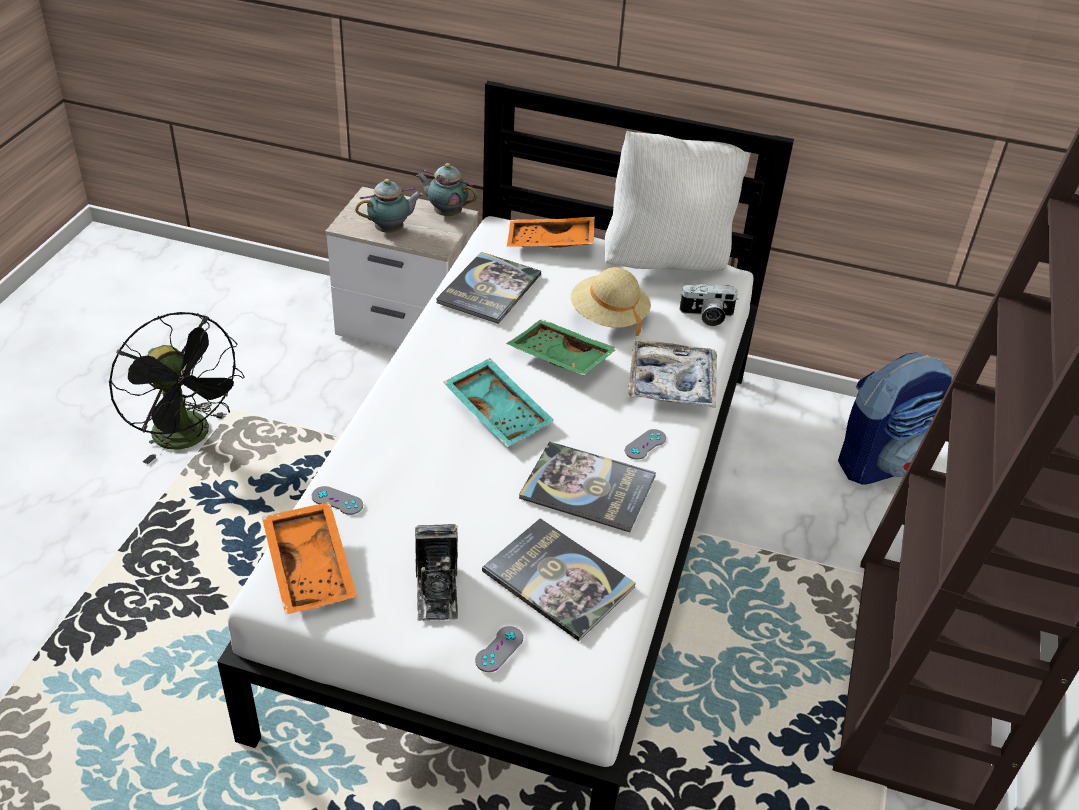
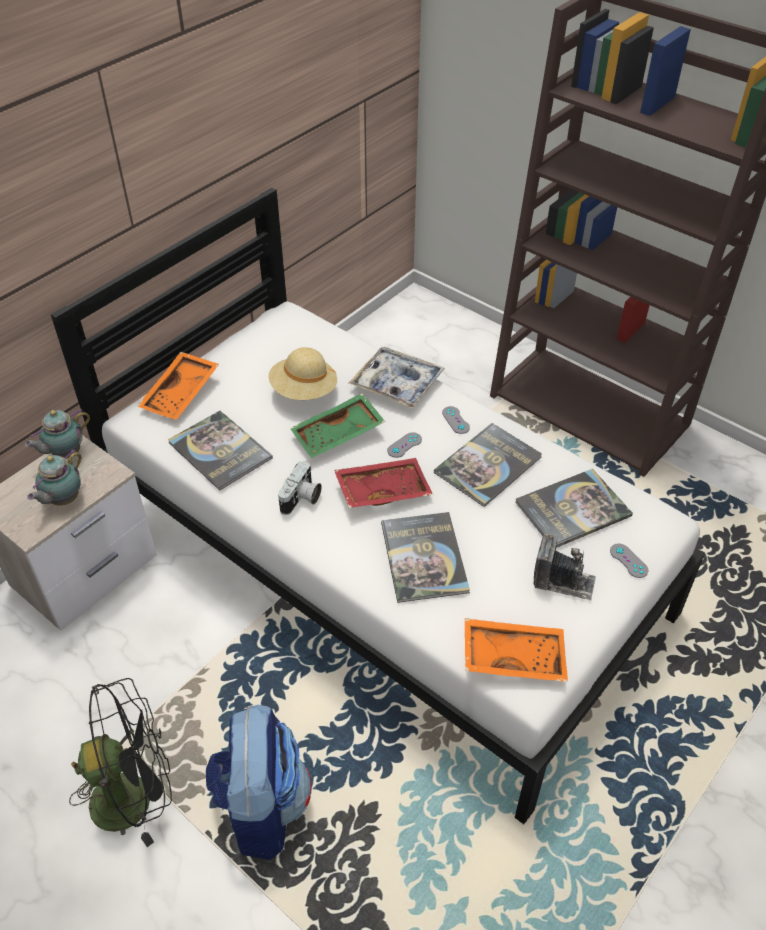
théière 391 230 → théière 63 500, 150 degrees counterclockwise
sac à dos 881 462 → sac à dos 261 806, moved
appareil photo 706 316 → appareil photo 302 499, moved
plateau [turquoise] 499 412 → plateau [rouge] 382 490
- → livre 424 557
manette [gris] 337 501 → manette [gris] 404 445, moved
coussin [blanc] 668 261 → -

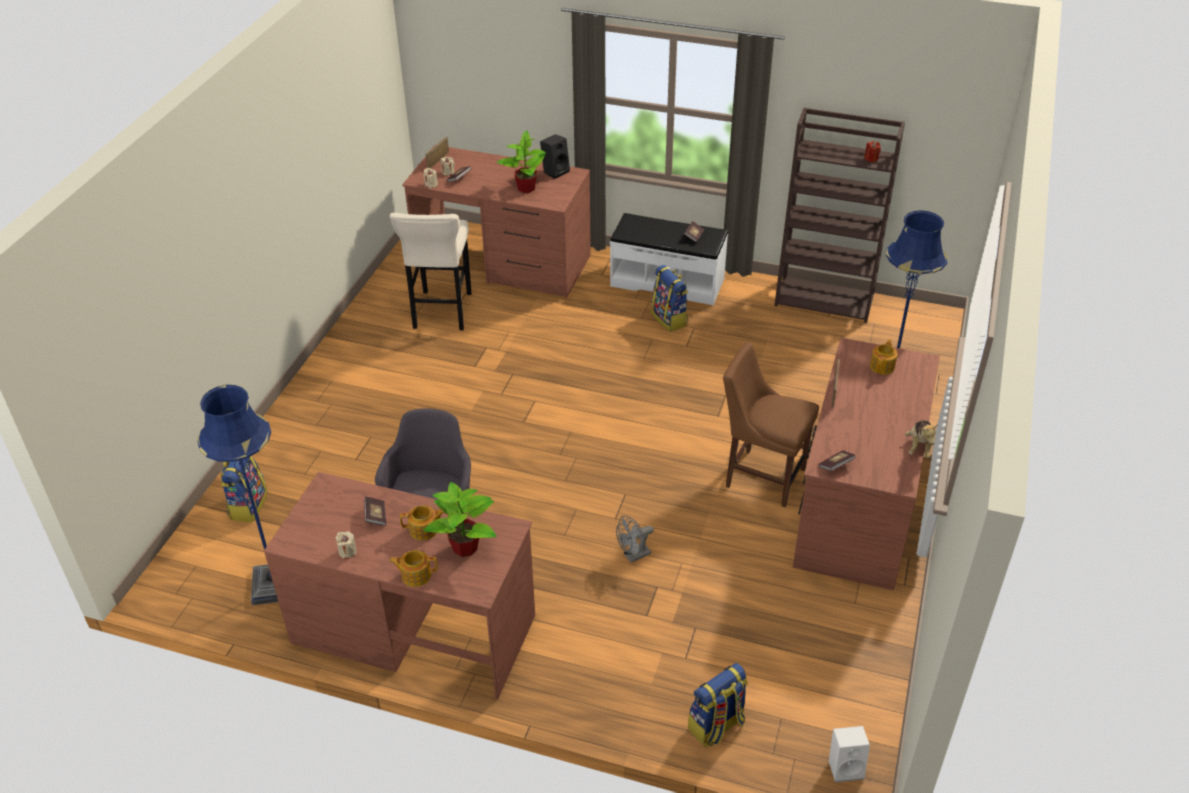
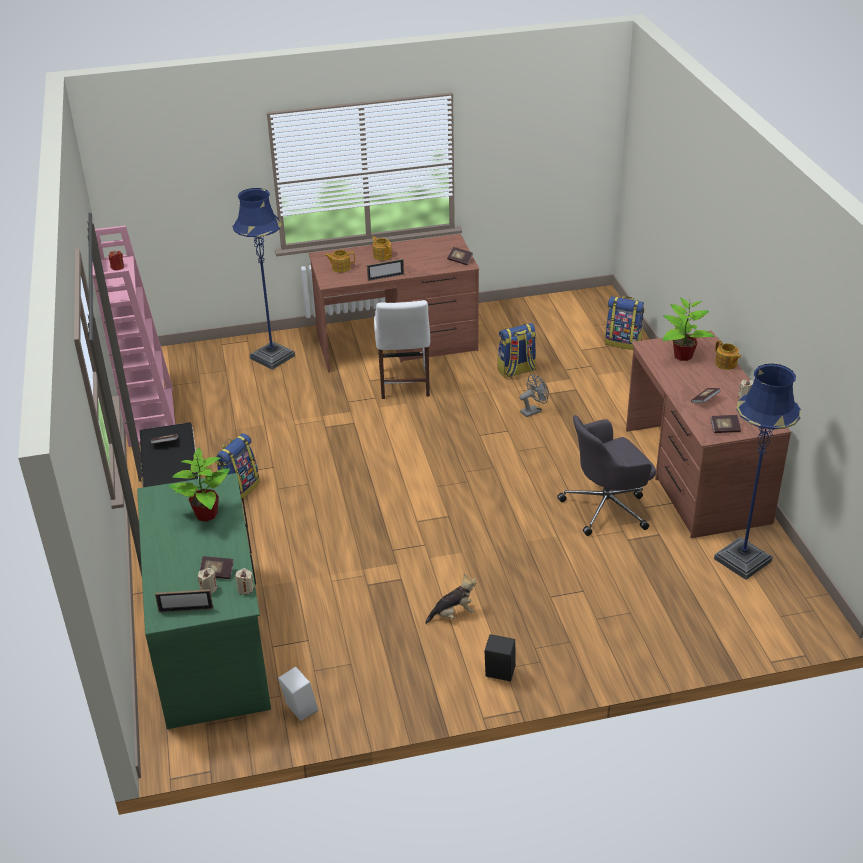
bibliothèque [marron] 825 299 → bibliothèque [rose] 150 416
bureau [marron] 503 263 → bureau [vert] 211 641
enceinte [blanc] 846 767 → enceinte [blanc] 299 709, moved
théière 424 530 → théière 382 255, moved
chaise [marron] 761 476 → chaise [blanc] 404 385
peluche 919 446 → peluche 453 614, moved
enceinte [noir] 555 171 → enceinte [noir] 498 674, moved
sac à dos 248 505 → sac à dos 516 371, moved
ventilateur [gris] 633 556 → ventilateur [gris] 533 411, 60 degrees counterclockwise
- → livre 724 429
tabouret [beige] 442 313 → -

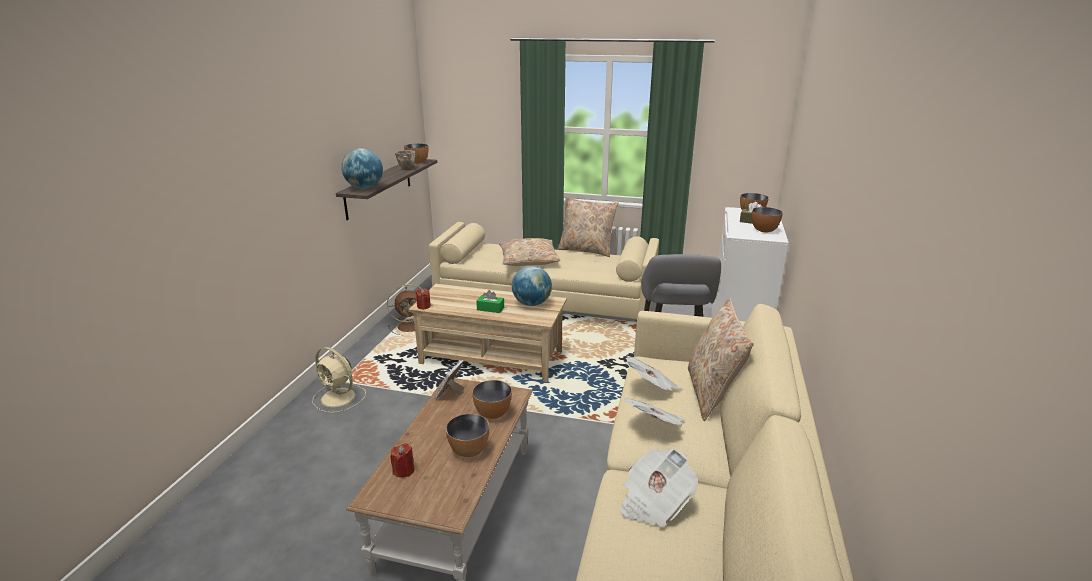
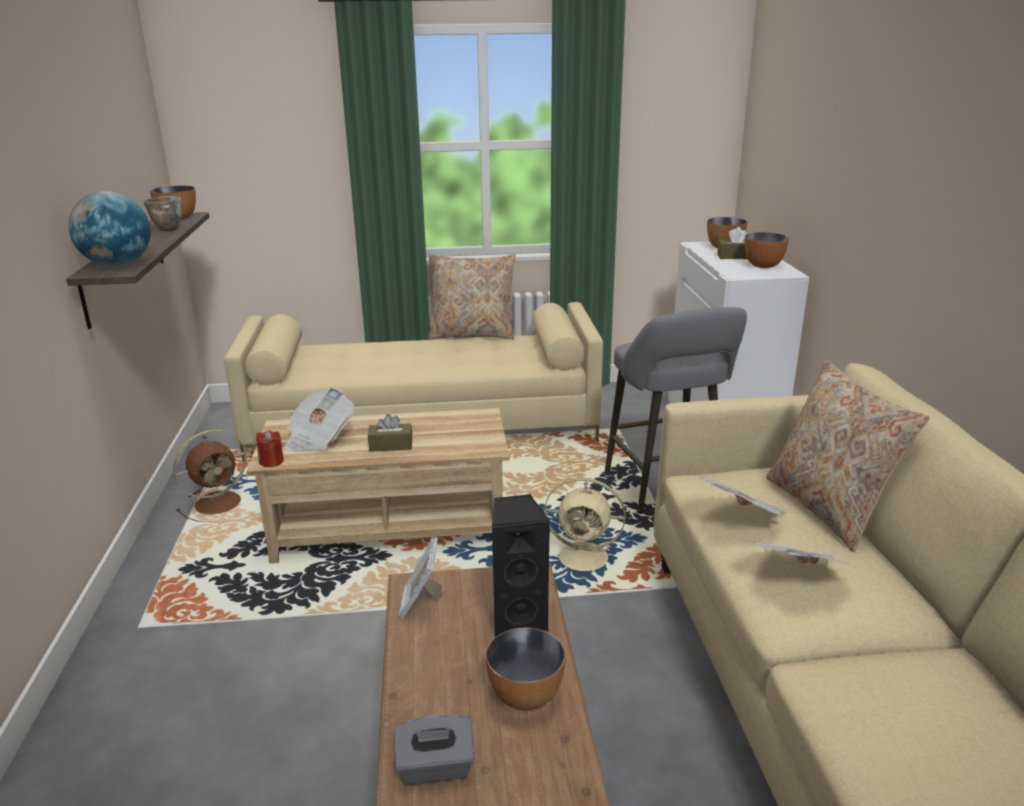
journal 654 502 → journal 318 438, moved
boîte à mouchoirs [vert] 490 309 → boîte à mouchoirs [marron] 391 445
bougie [rouge] 404 470 → boîte à mouchoirs [gris] 435 768
bol 493 413 → enceinte [noir] 518 619
ventilateur [beige] 339 398 → ventilateur [beige] 586 557, moved
coussin [beige] 528 260 → -
globe 532 304 → -

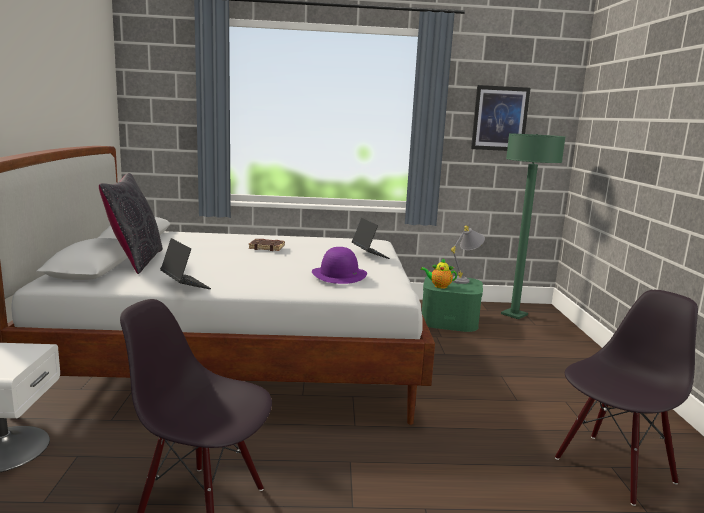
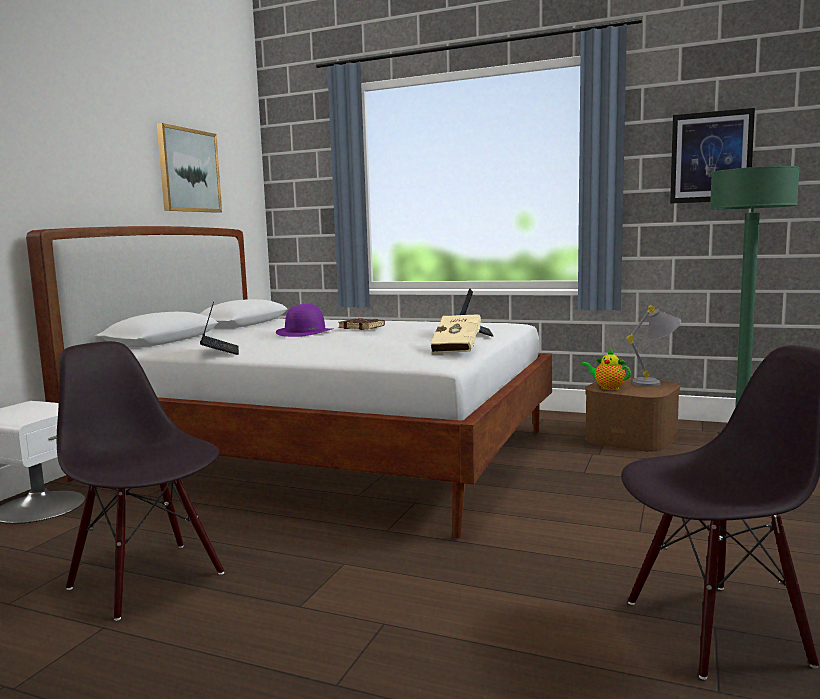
- → tableau 188 170
chapeau [violet] 339 275 → chapeau [violet] 305 332, moved
- → livre [beige] 458 349
boîte de rangement [vert] 450 319 → boîte de rangement [marron] 631 437
coussin [noir] 136 261 → -

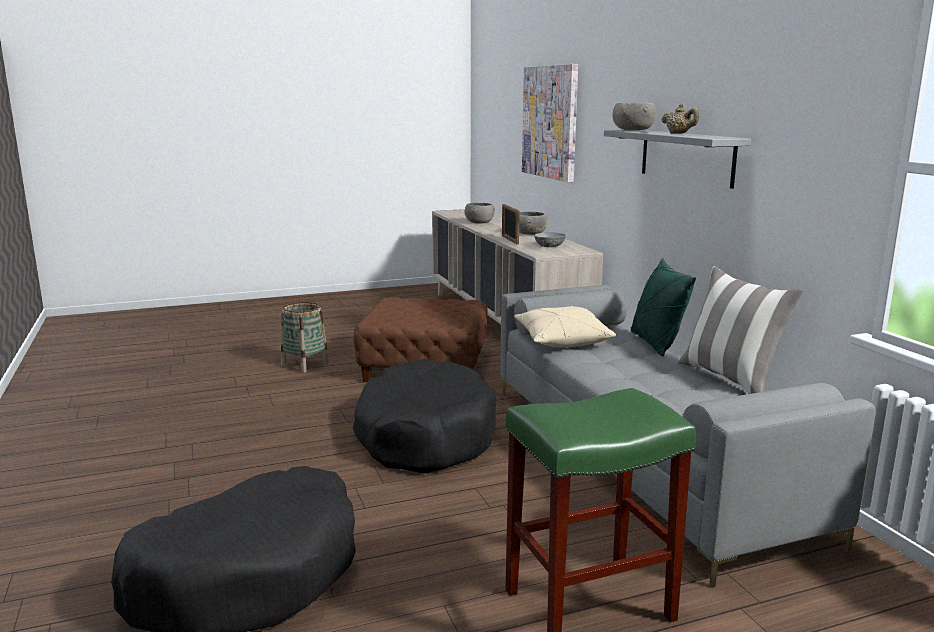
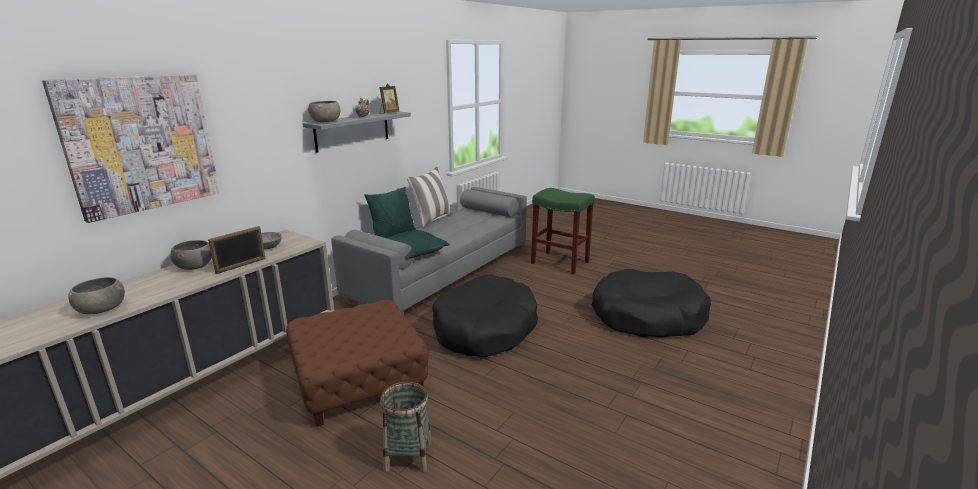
- → cadre photo 388 113
coussin [beige] 561 340 → coussin [vert] 413 254

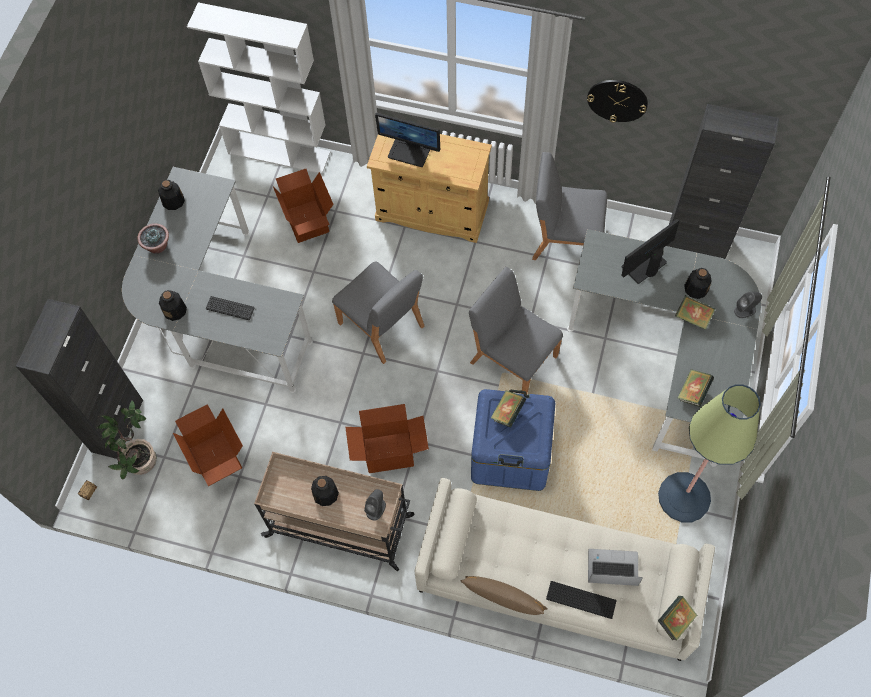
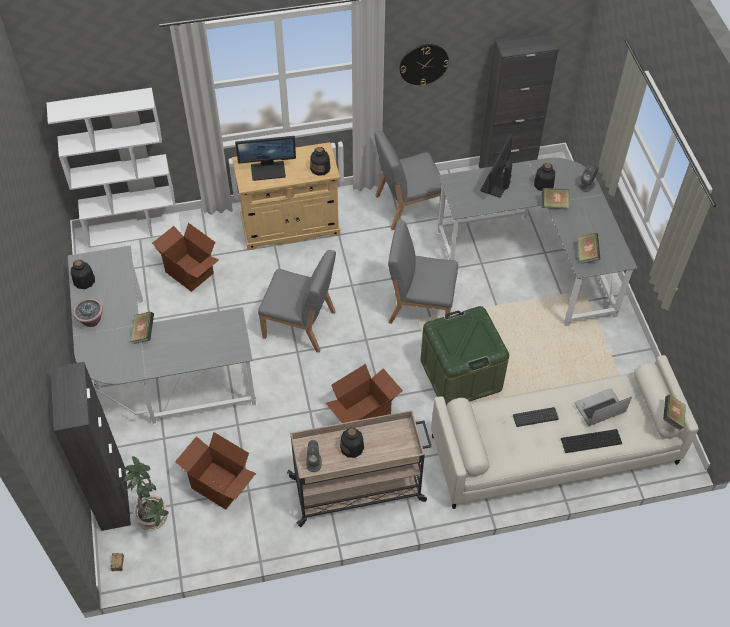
livre 507 413 → livre 143 333, moved
enceinte [gris] 376 508 → enceinte [gris] 314 462, moved
bouteille 175 310 → bouteille 320 168, moved
boîte de rangement [bleu] 510 453 → boîte de rangement [vert] 461 374
clavier 230 308 → clavier 535 417, moved
coussin [marron] 503 599 → -
lampadaire 684 497 → -

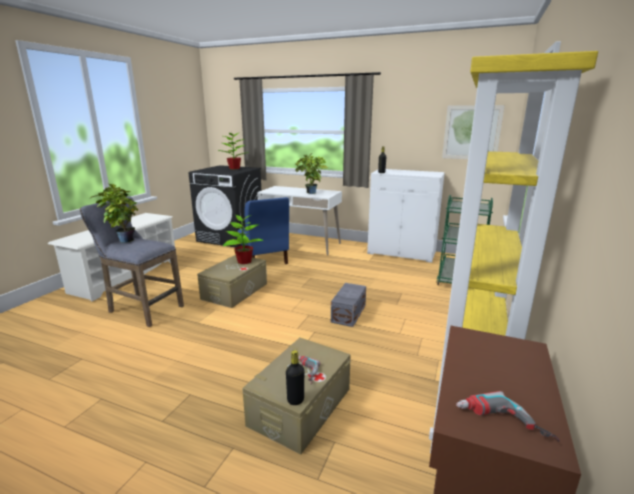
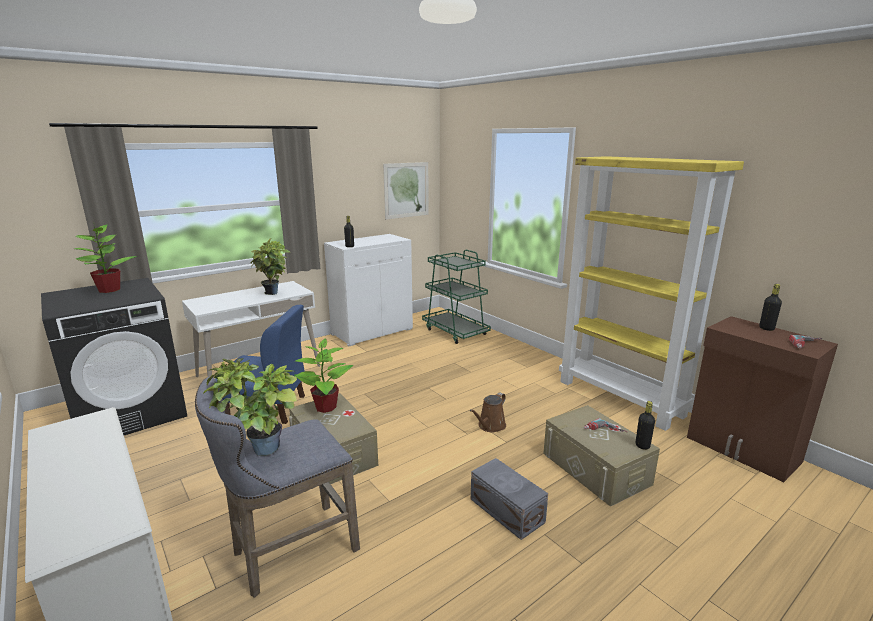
- → arrosoir [marron] 490 426
boîte de rangement [gris] 347 313 → boîte de rangement [gris] 506 511, moved
- → bouteille [noir] 766 328

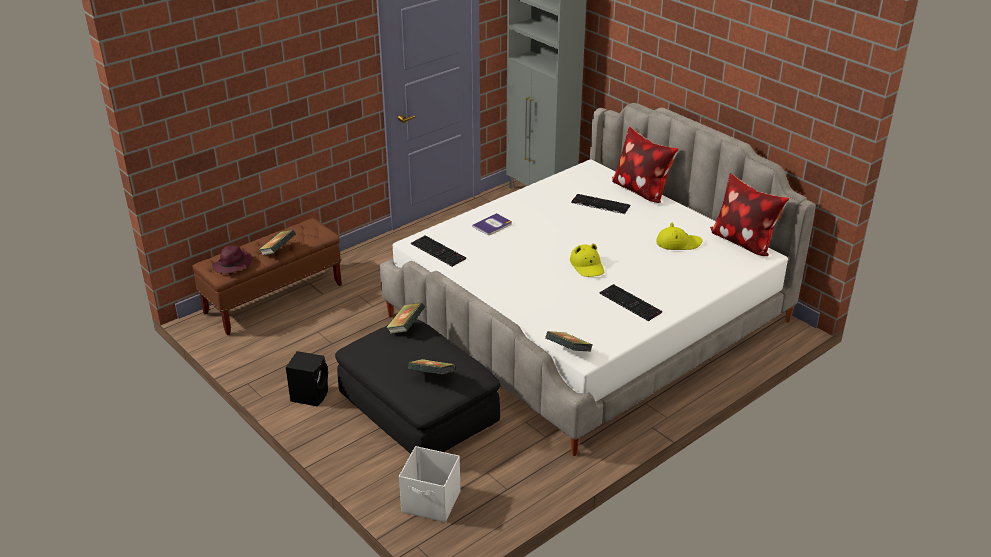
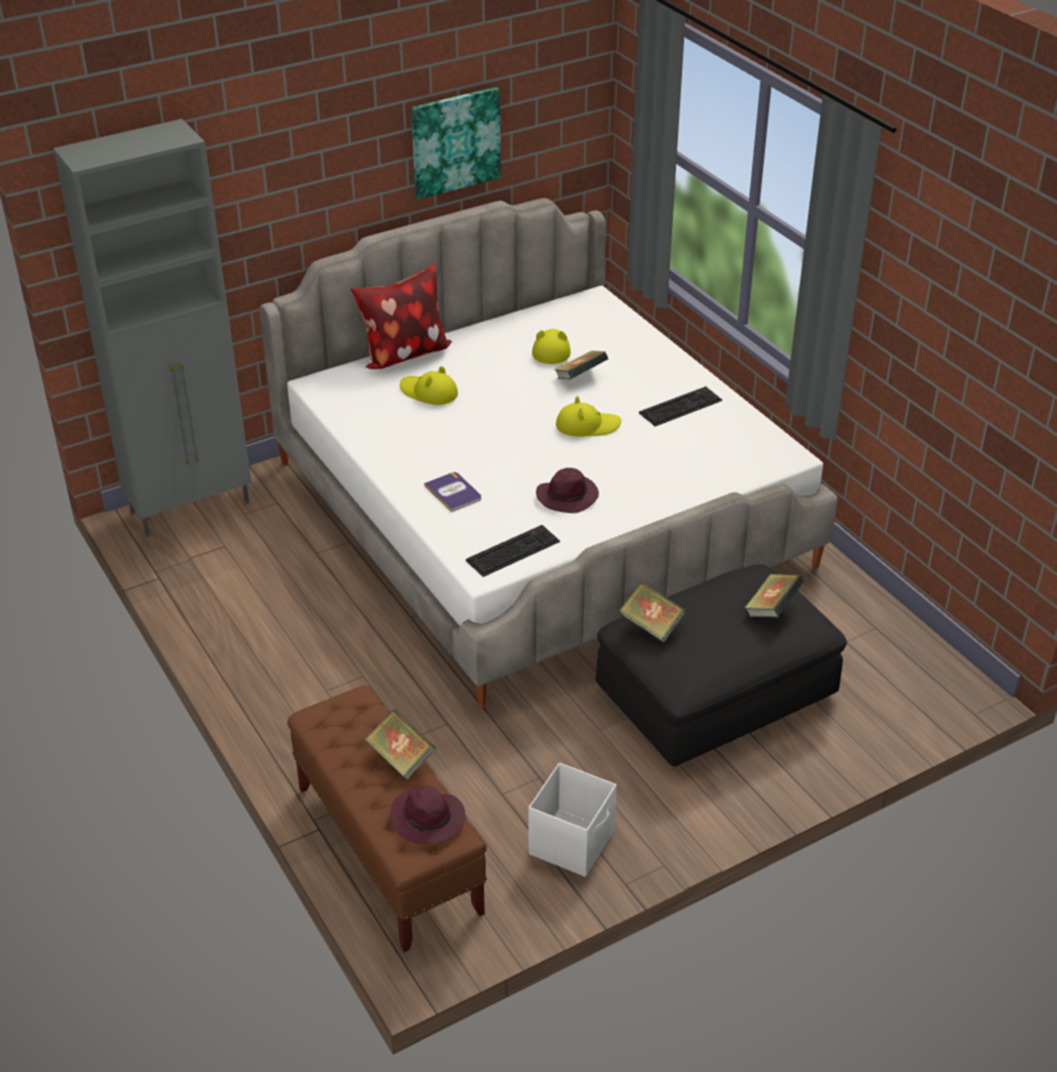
clavier 599 204 → chapeau [jaune] 429 392
- → tableau 455 142
boîte de rangement [blanc] 431 502 → boîte de rangement [blanc] 572 842, moved
- → chapeau [violet] 568 496
livre 568 352 → livre 580 378, moved
enceinte [noir] 310 395 → -
coussin 743 242 → -

